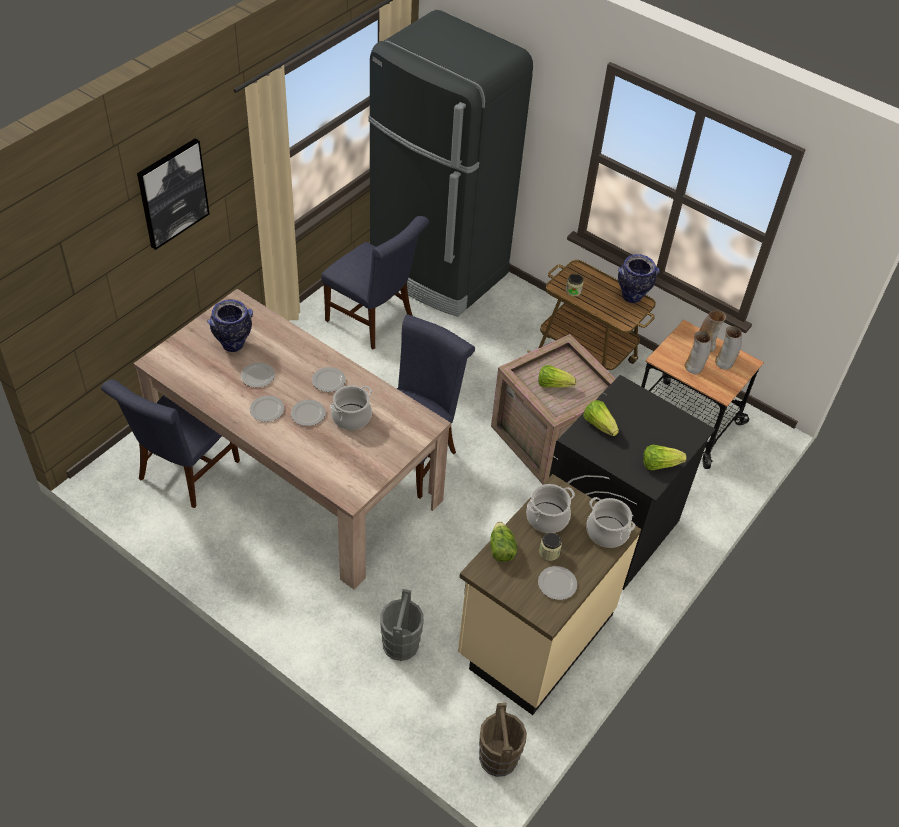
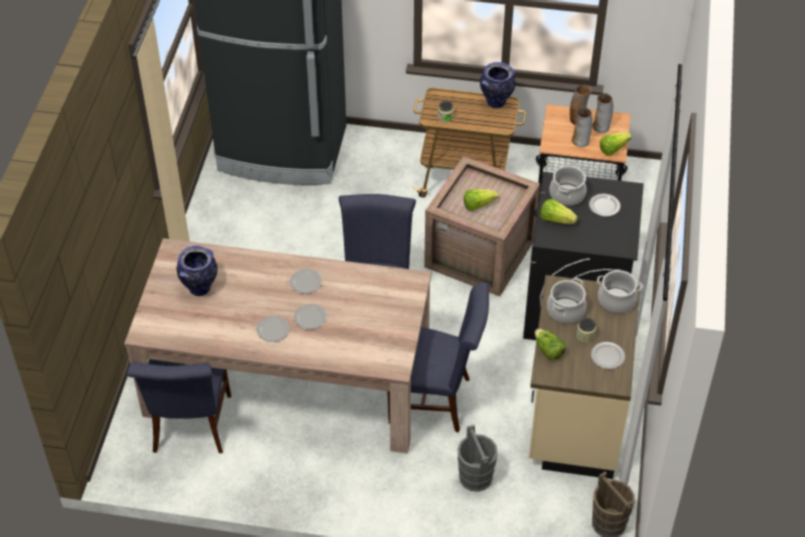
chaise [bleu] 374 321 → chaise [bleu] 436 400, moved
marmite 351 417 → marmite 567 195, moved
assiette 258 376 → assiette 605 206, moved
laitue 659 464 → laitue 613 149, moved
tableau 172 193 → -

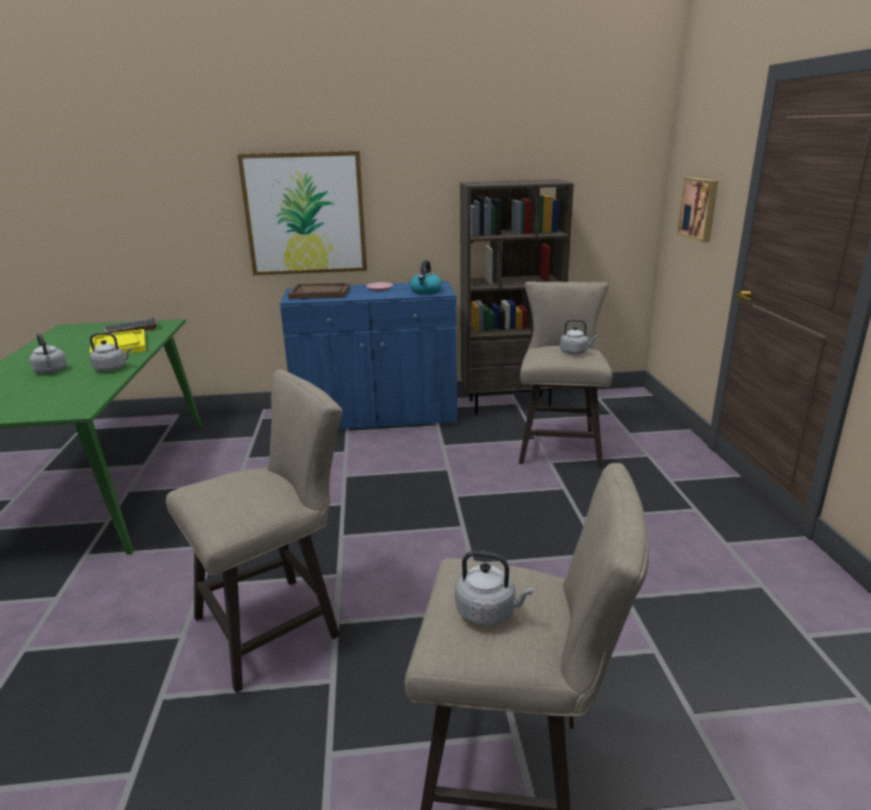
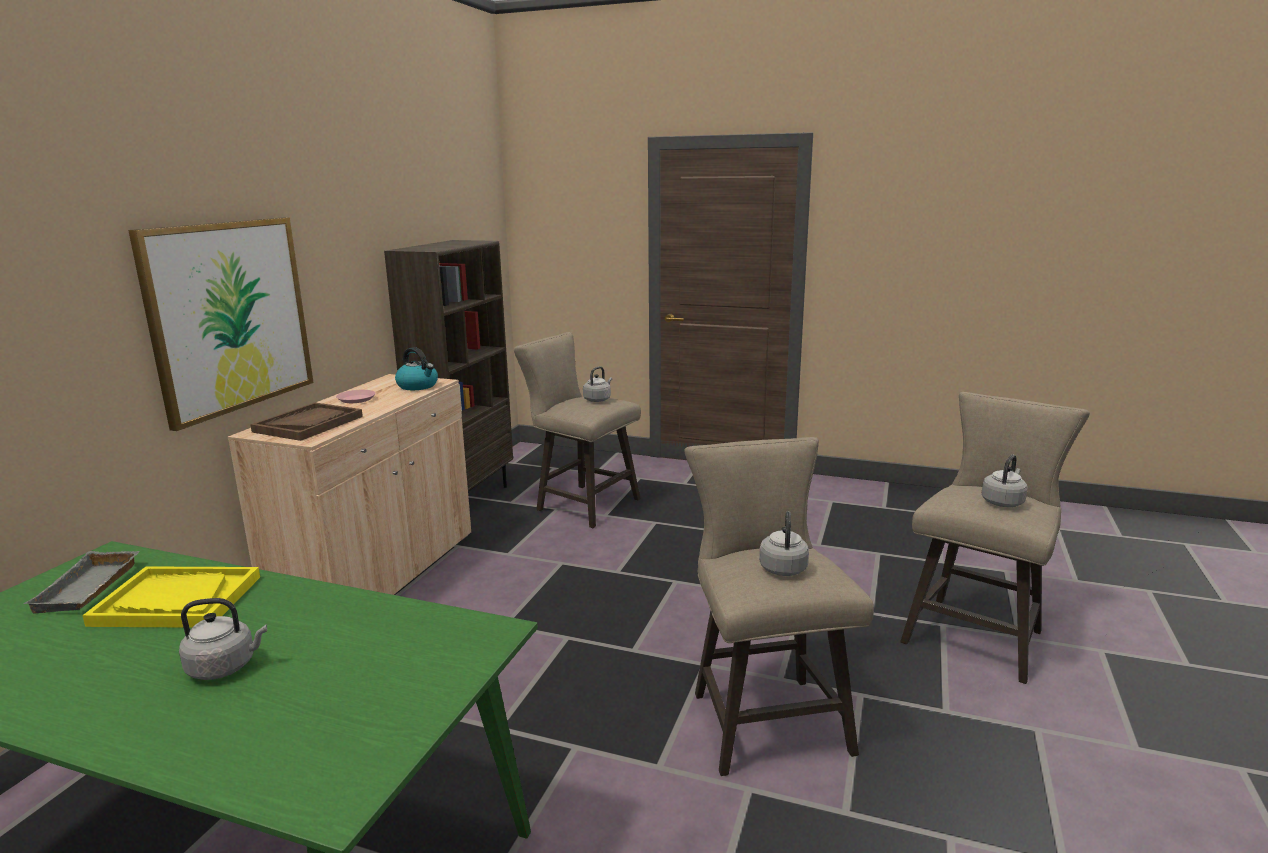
meuble de rangement [bleu] 376 417 → meuble de rangement [beige] 378 575
bouilloire [gris] 112 368 → bouilloire [gris] 783 567, moved
tableau 699 208 → -

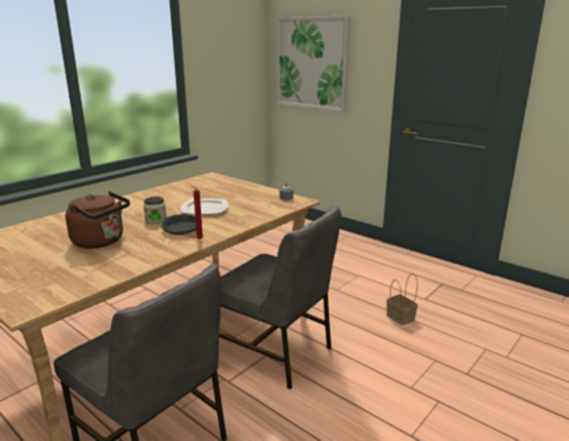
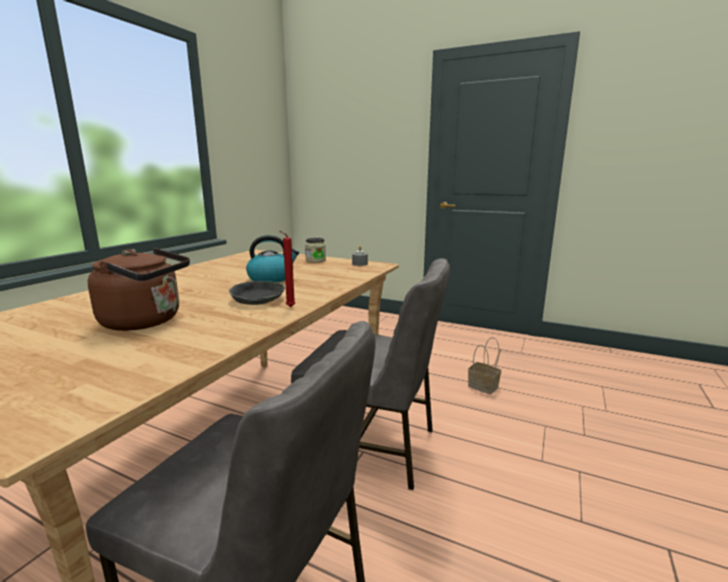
assiette 204 208 → bouilloire 271 278
bocal 156 220 → bocal 315 260, moved
tableau 311 63 → -

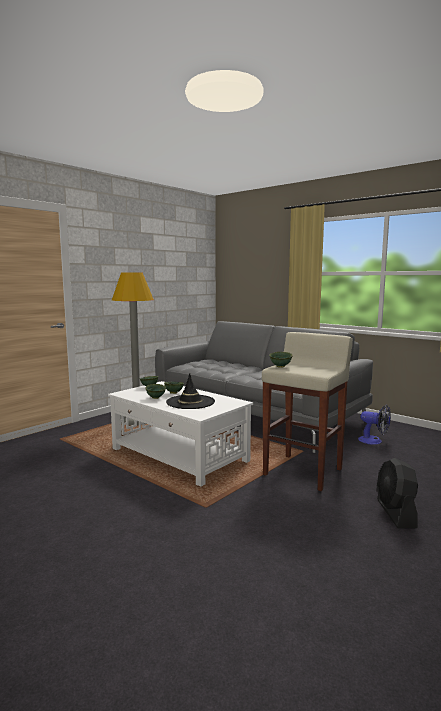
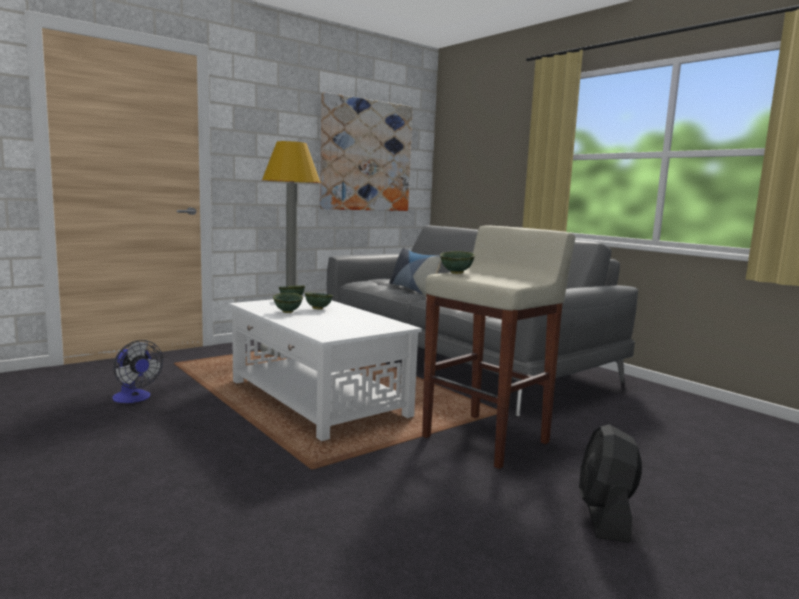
ventilateur 374 441 → ventilateur 134 398, moved
- → tableau 366 156
- → coussin 413 289
chapeau [noir] 190 402 → -

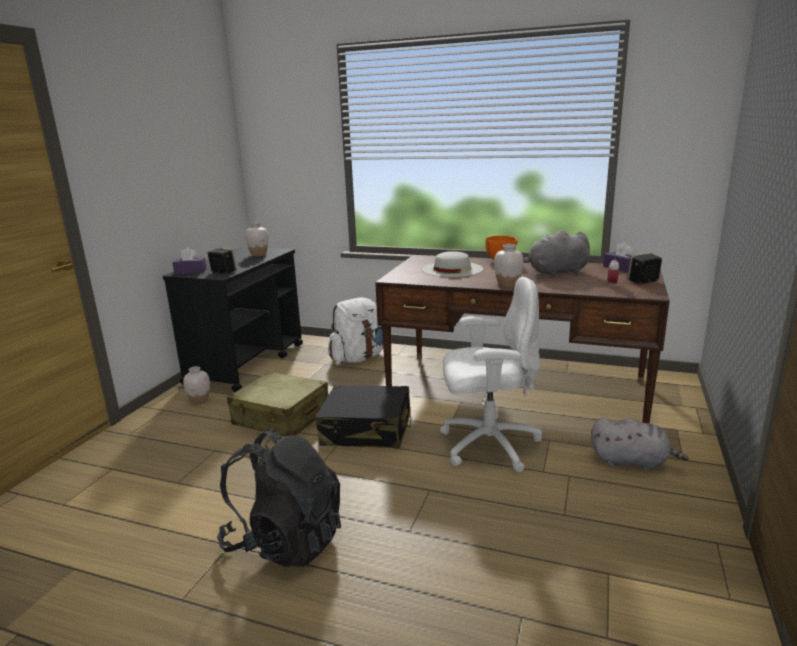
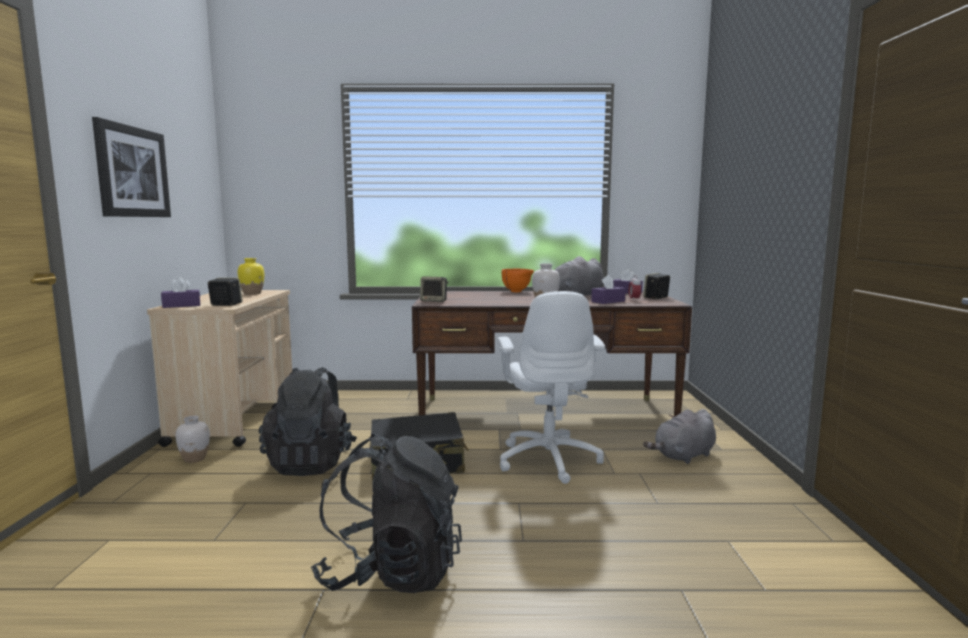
- → tableau 132 172
chariot [noir] 247 363 → chariot [beige] 236 419
vase [blanc] 258 254 → vase [jaune] 252 294
valise [beige] 281 417 → sac à dos [noir] 311 463
- → enceinte 434 301
chaise de bureau [blanc] 487 444 → chaise de bureau [blanc] 548 459, 105 degrees clockwise
- → boîte à mouchoirs [violet] 608 301
peluche [gris] 631 462 → peluche [gris] 683 456, 150 degrees clockwise
sac à dos [blanc] 359 358 → -
chapeau [blanc] 452 269 → -

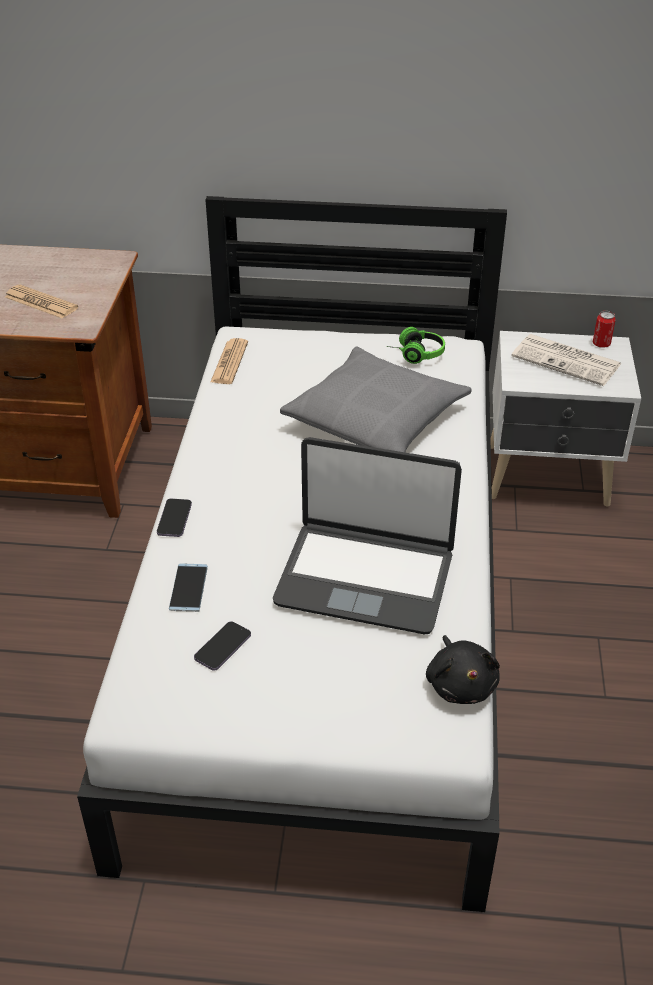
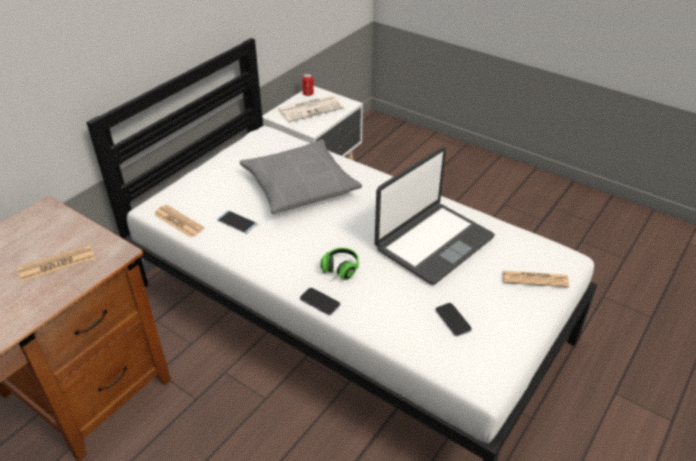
téléphone 188 588 → téléphone 237 222, moved
casque audio 414 354 → casque audio 338 272, moved
- → journal 534 279
peluche [noir] 461 684 → -

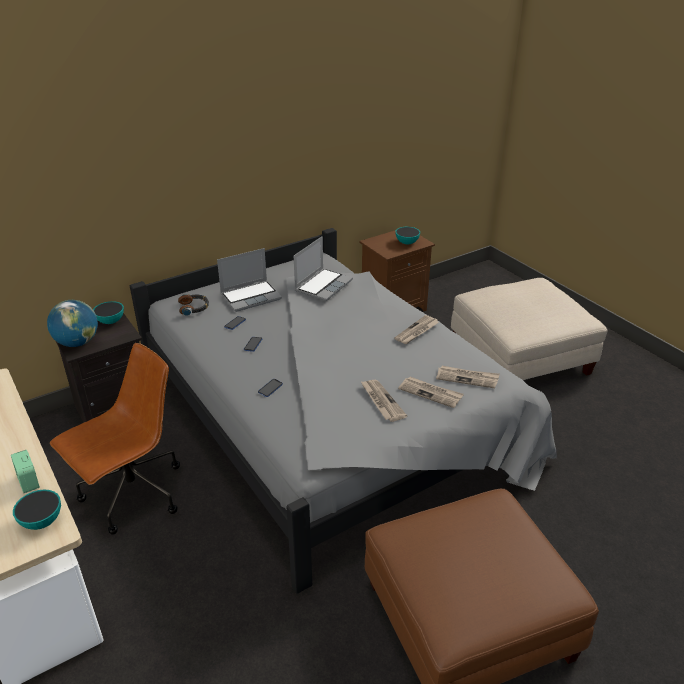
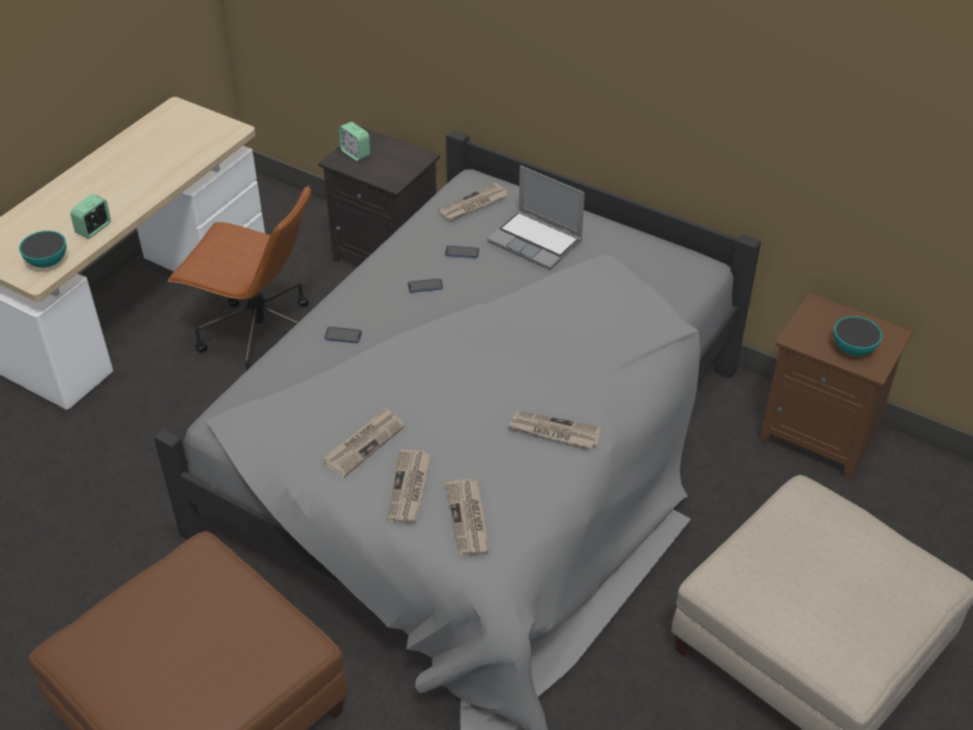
globe 77 342 → réveil 355 153
casque audio 194 308 → journal 473 204
bol 110 321 → -
ordinateur portable 323 285 → -

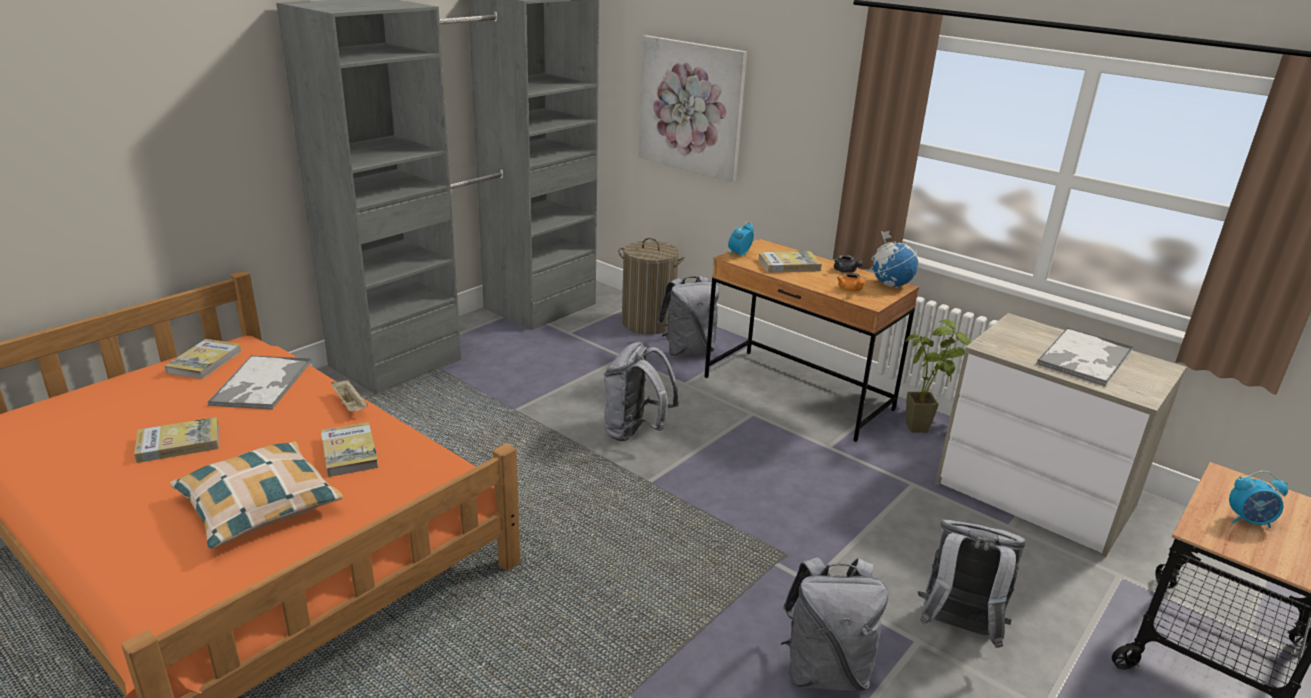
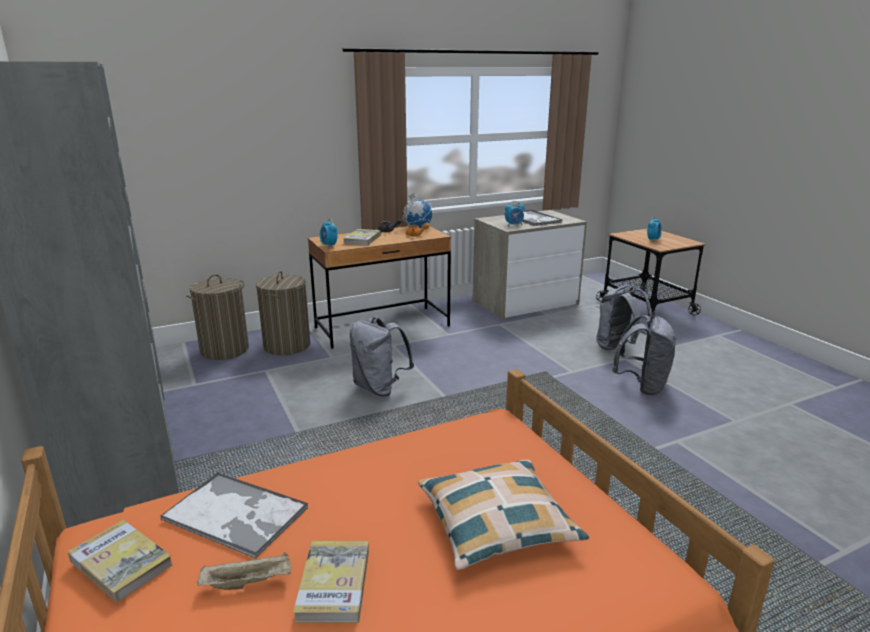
plateau [beige] 350 405 → plateau [beige] 248 582, moved
sac à dos [gris] 688 350 → panier à linge 287 345
- → réveil 514 225
livre 349 452 → -
tableau 691 107 → -
plante en pot 926 430 → -

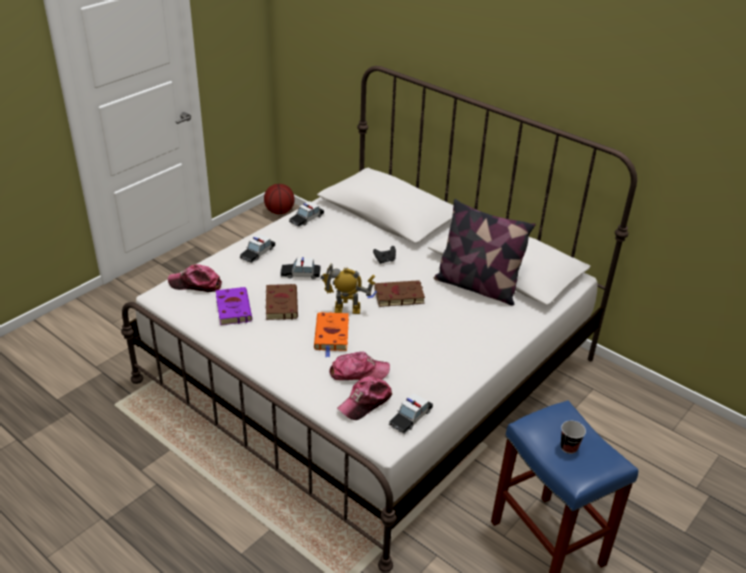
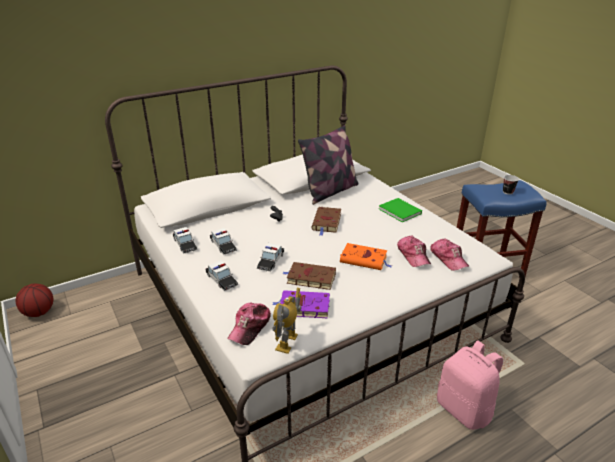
petite voiture 410 418 → petite voiture 223 245, moved
robot jouet 347 310 → robot jouet 287 342, moved
- → livre [vert] 400 212
casquette 358 372 → casquette 413 255, 150 degrees clockwise
- → sac à dos [rose] 465 409

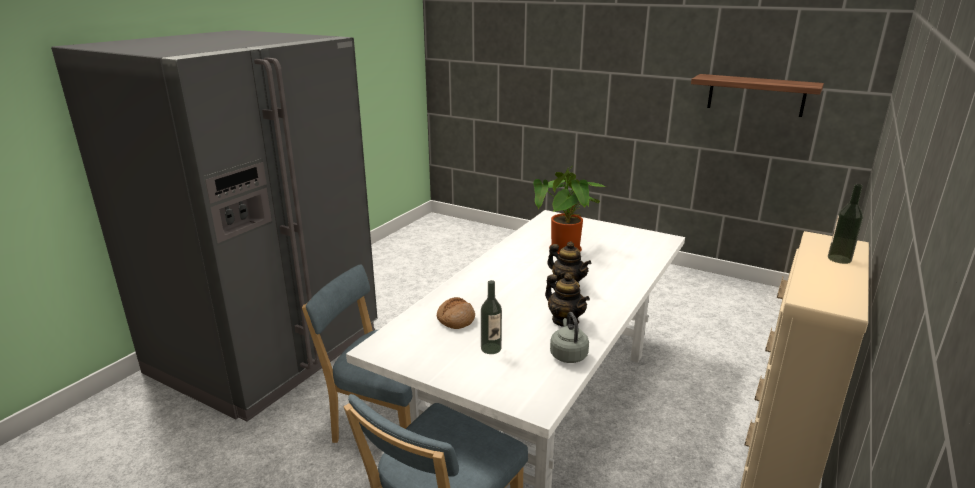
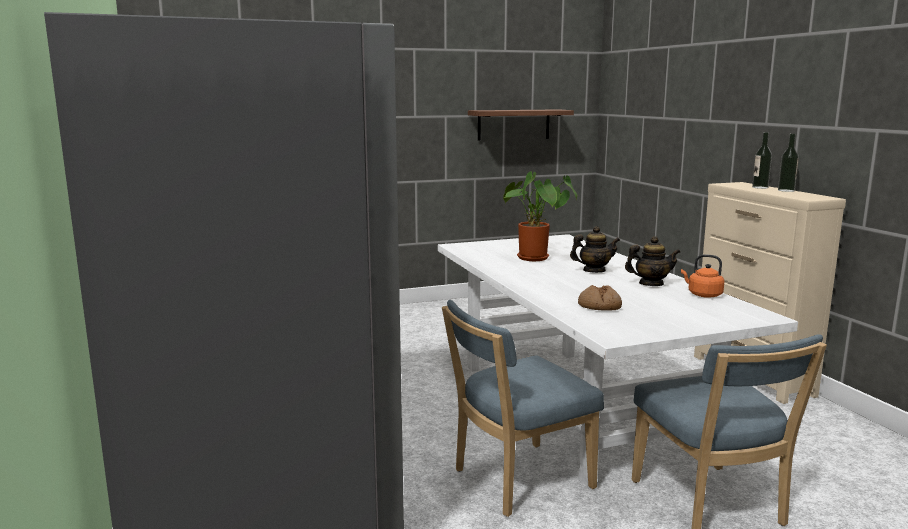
bouilloire [gris] 568 354 → bouilloire [orange] 703 295
bouteille 491 348 → bouteille 786 190, moved

